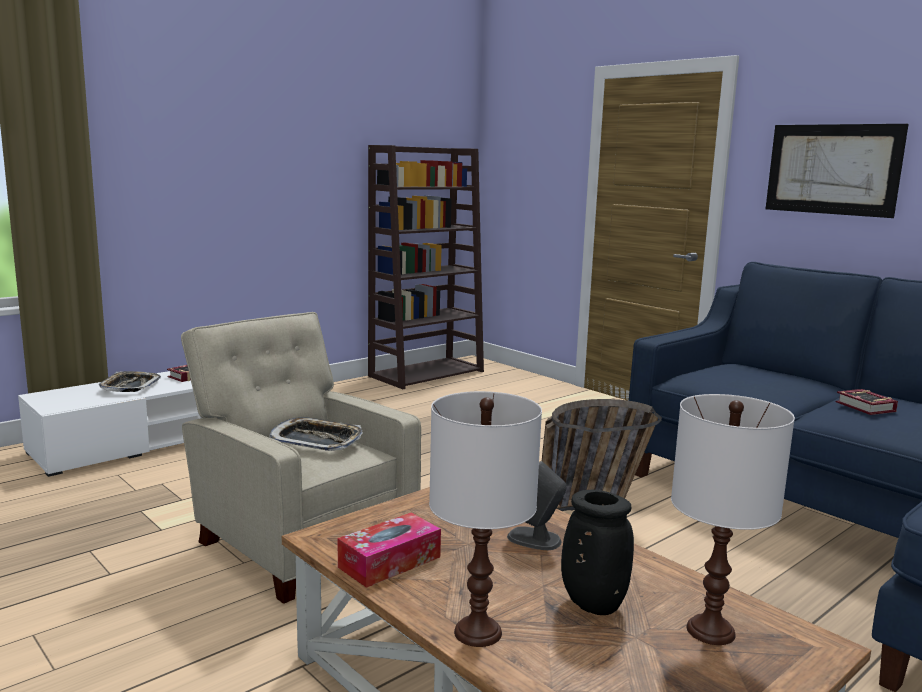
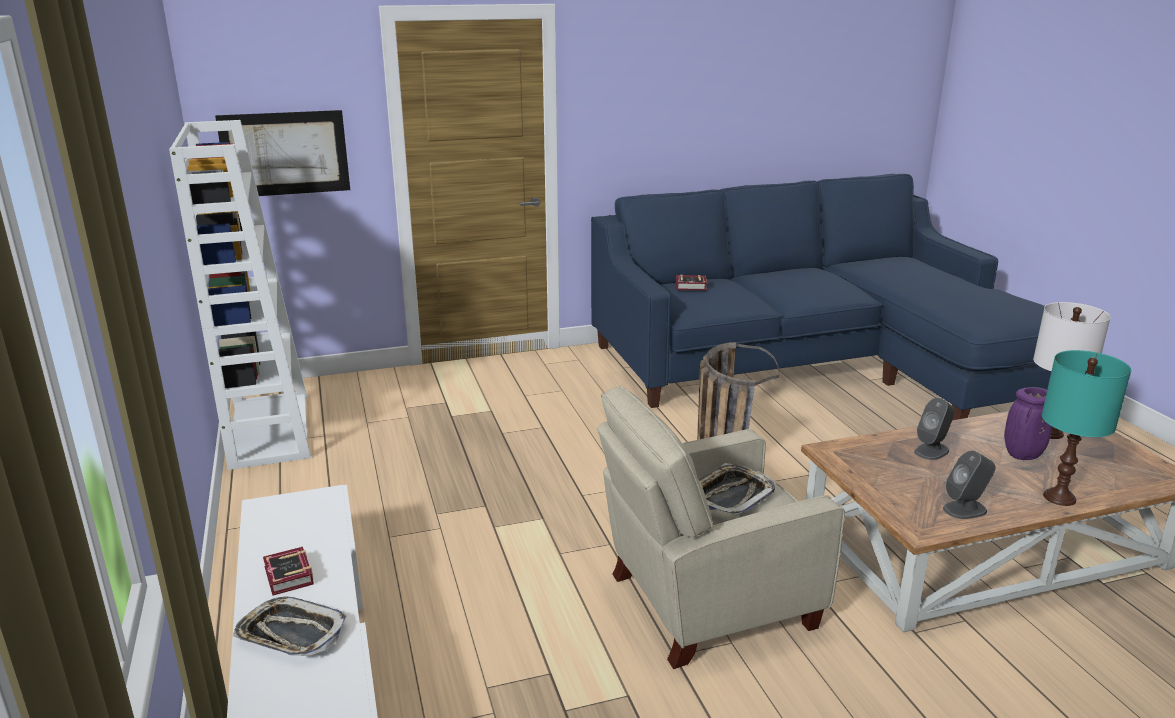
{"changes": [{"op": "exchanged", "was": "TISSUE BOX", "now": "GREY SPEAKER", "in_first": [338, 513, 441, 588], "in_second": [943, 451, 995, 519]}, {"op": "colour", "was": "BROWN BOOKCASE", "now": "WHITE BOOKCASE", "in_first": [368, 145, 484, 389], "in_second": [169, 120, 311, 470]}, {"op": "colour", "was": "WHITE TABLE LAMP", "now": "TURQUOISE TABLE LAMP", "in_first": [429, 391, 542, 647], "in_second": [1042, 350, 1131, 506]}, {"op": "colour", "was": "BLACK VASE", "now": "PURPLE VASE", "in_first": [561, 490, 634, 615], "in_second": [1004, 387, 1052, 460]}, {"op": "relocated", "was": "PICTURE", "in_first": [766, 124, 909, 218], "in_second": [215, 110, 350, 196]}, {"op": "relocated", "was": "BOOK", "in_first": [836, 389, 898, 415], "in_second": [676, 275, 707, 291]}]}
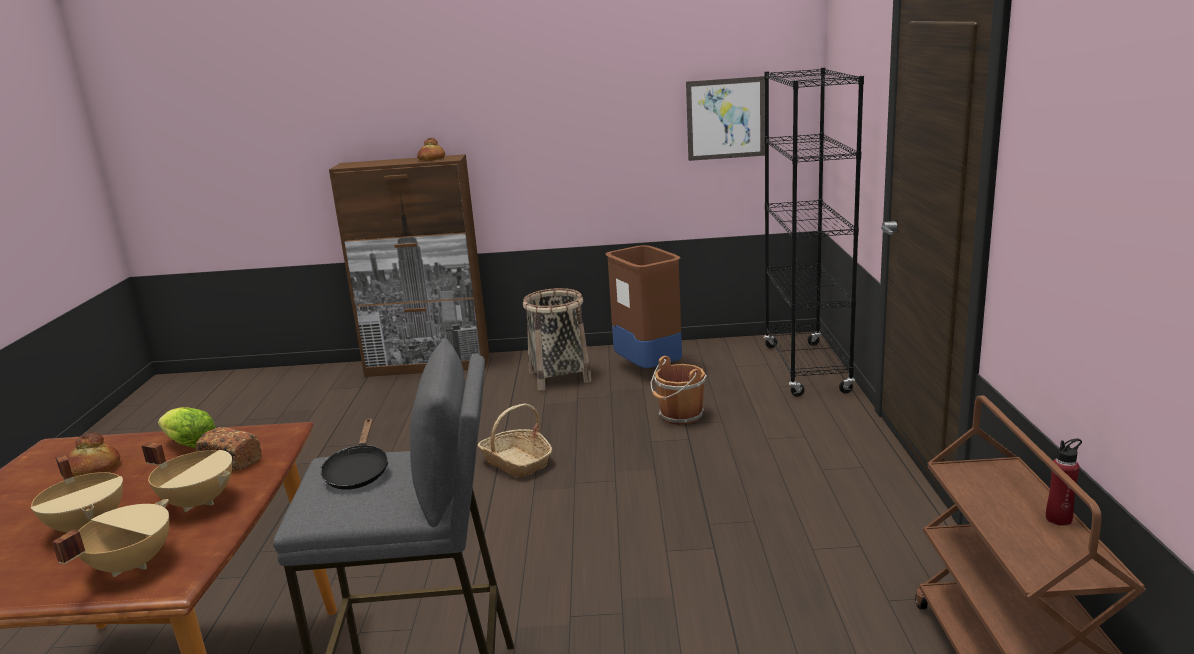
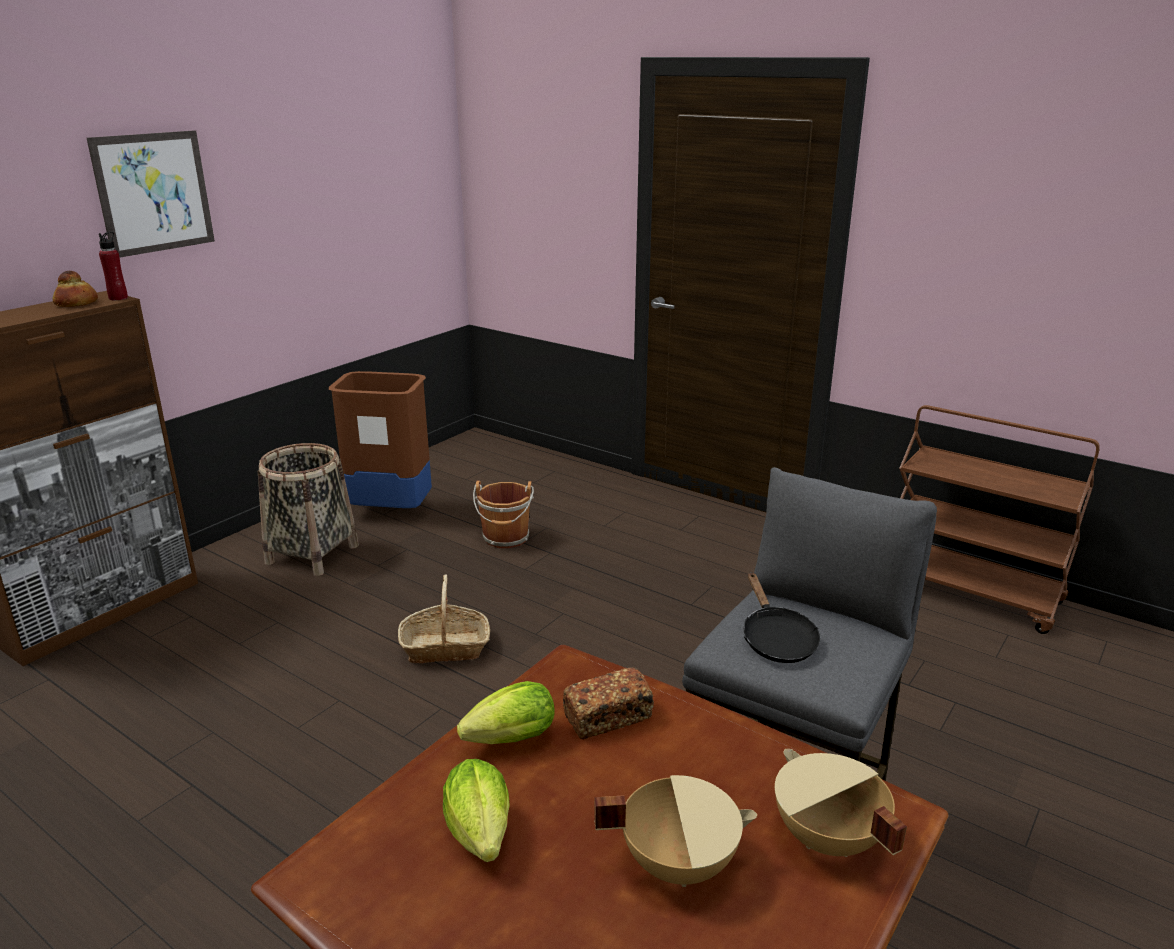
{"changes": [{"op": "exchanged", "was": "BREAD", "now": "LETTUCE", "in_first": [67, 432, 120, 477], "in_second": [443, 759, 510, 862]}, {"op": "missing", "was": "BEIGE COOKING POT", "in_first": [142, 443, 232, 512]}, {"op": "spun", "was": "BLACK FRYING PAN", "in_first": [320, 418, 388, 490], "in_second": [743, 572, 820, 663], "clockwise": 45}, {"op": "relocated", "was": "PICTURE", "in_first": [686, 76, 765, 161], "in_second": [87, 130, 215, 258]}, {"op": "missing", "was": "BLACK BOOKCASE", "in_first": [764, 67, 864, 397]}, {"op": "relocated", "was": "RED BOTTLE", "in_first": [1046, 439, 1082, 526], "in_second": [99, 231, 128, 300]}]}
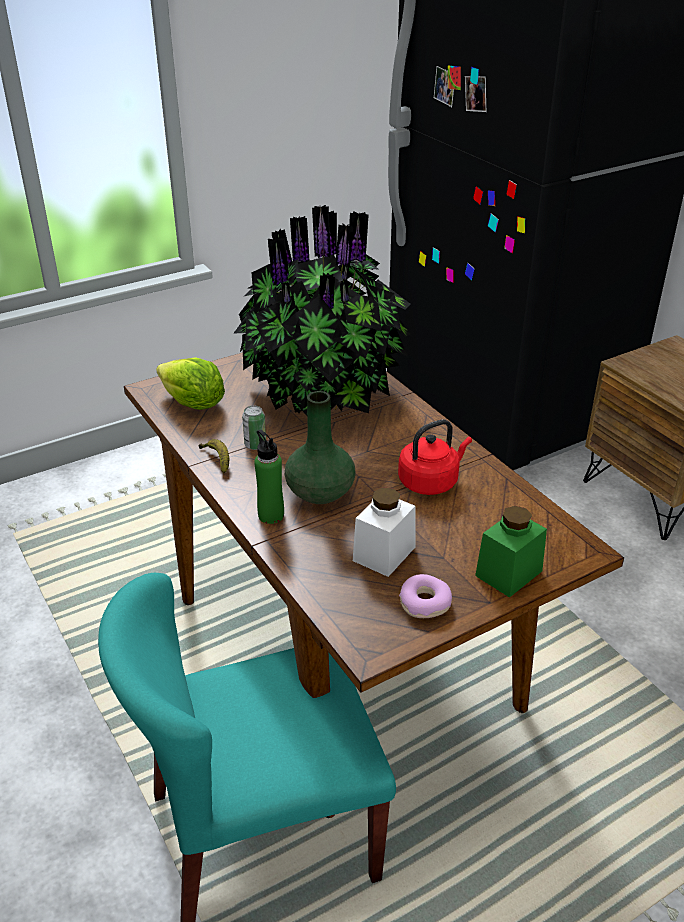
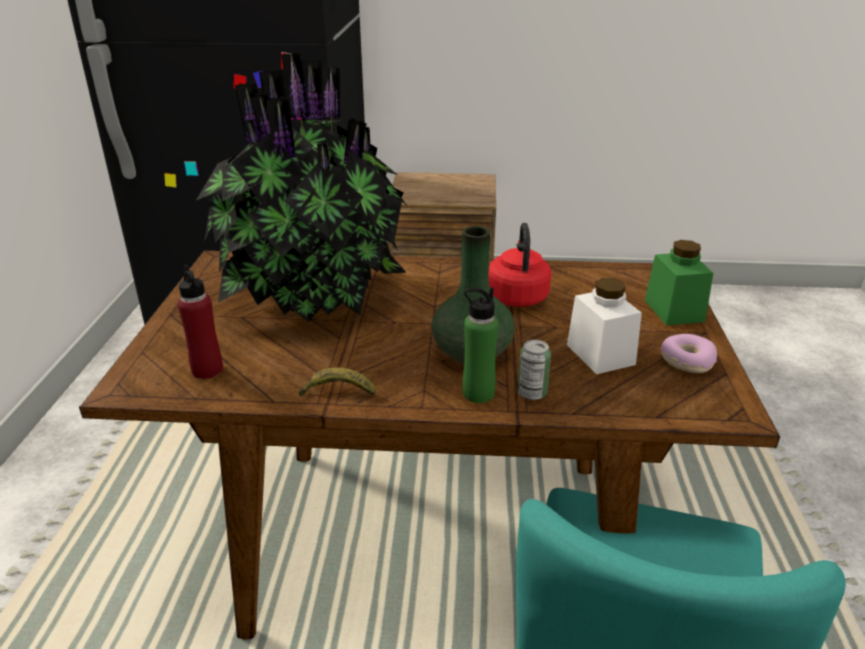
{"changes": [{"op": "exchanged", "was": "LETTUCE", "now": "RED BOTTLE", "in_first": [156, 357, 225, 410], "in_second": [178, 265, 223, 379]}, {"op": "relocated", "was": "CAN", "in_first": [242, 406, 266, 450], "in_second": [517, 340, 551, 400]}]}
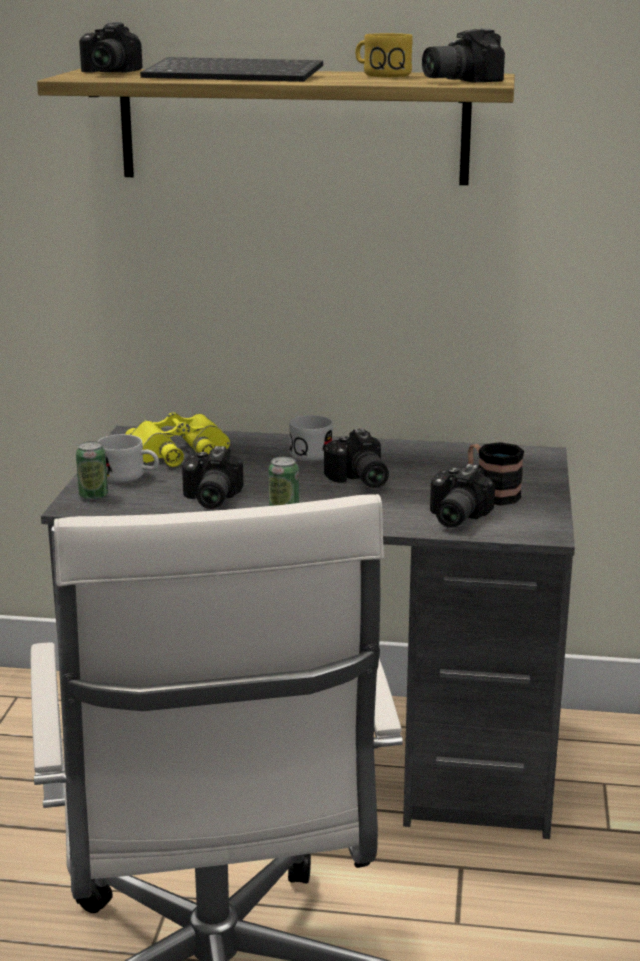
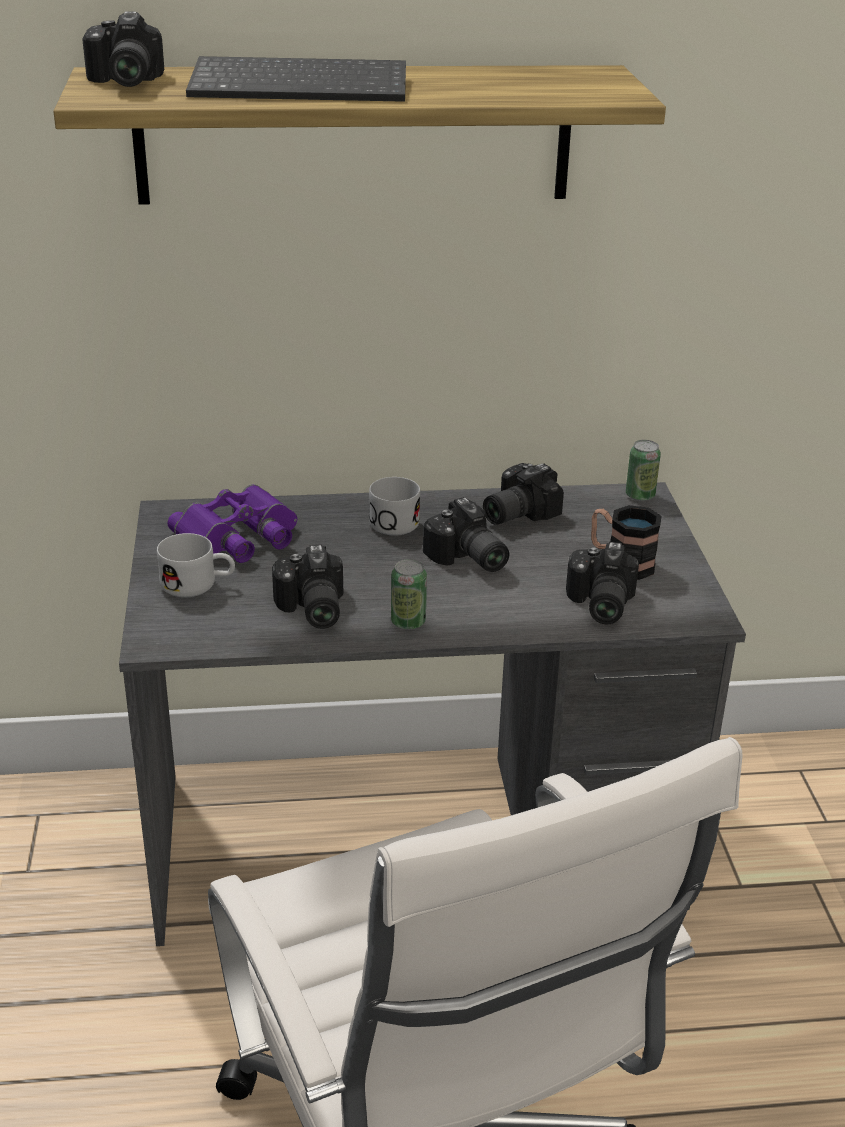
{"changes": [{"op": "relocated", "was": "CAN", "in_first": [76, 441, 108, 501], "in_second": [626, 440, 661, 501]}, {"op": "colour", "was": "YELLOW BINOCULARS", "now": "PURPLE BINOCULARS", "in_first": [126, 412, 230, 467], "in_second": [168, 484, 297, 563]}, {"op": "missing", "was": "YELLOW MUG", "in_first": [355, 33, 413, 77]}, {"op": "relocated", "was": "PHOTO CAMERA", "in_first": [422, 28, 505, 82], "in_second": [483, 463, 564, 524]}]}
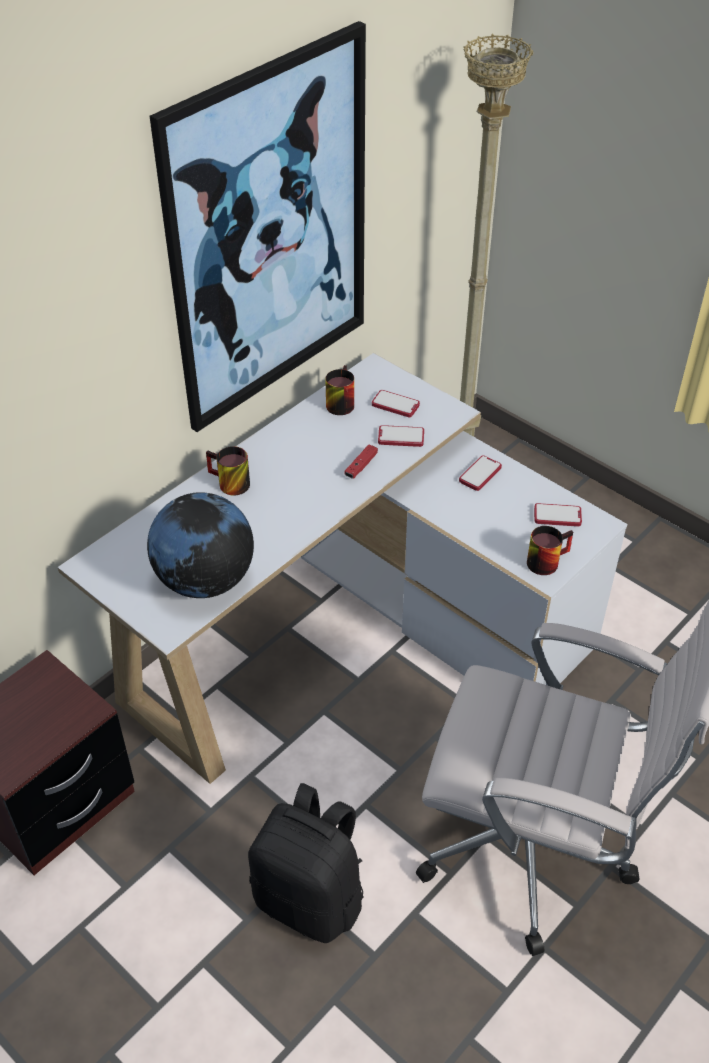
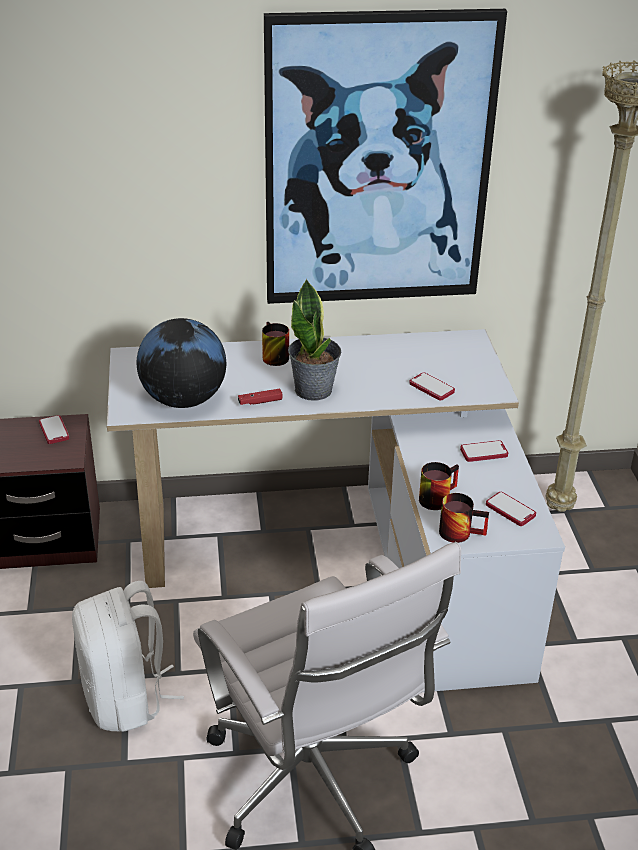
{"changes": [{"op": "colour", "was": "BLACK BACKPACK", "now": "WHITE BACKPACK", "in_first": [248, 783, 363, 943], "in_second": [72, 581, 184, 732]}, {"op": "relocated", "was": "MUG", "in_first": [325, 365, 354, 415], "in_second": [419, 462, 459, 510]}, {"op": "relocated", "was": "RED GAME CONTROLLER", "in_first": [344, 444, 378, 479], "in_second": [238, 388, 283, 405]}, {"op": "relocated", "was": "PHONE", "in_first": [372, 390, 420, 417], "in_second": [39, 415, 69, 444]}, {"op": "appeared", "now": "POTTED PLANT", "in_second": [288, 279, 341, 400]}]}
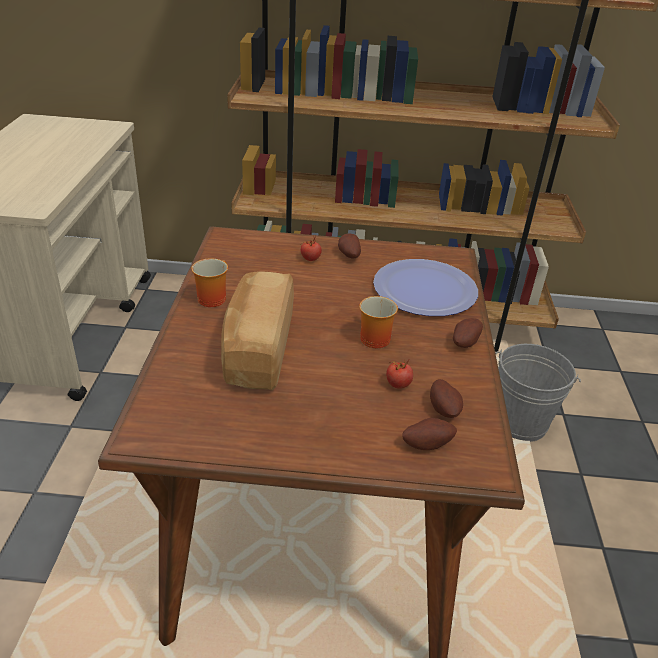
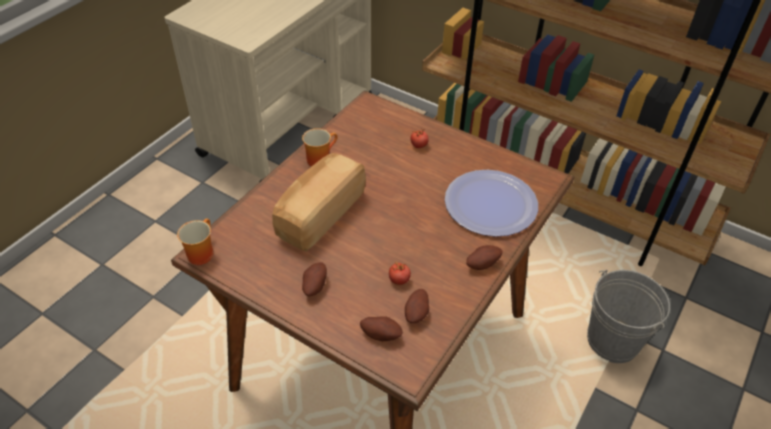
{"changes": [{"op": "relocated", "was": "POTATO", "in_first": [338, 234, 361, 258], "in_second": [302, 263, 327, 296]}, {"op": "relocated", "was": "MUG", "in_first": [359, 296, 398, 348], "in_second": [177, 218, 213, 265]}]}
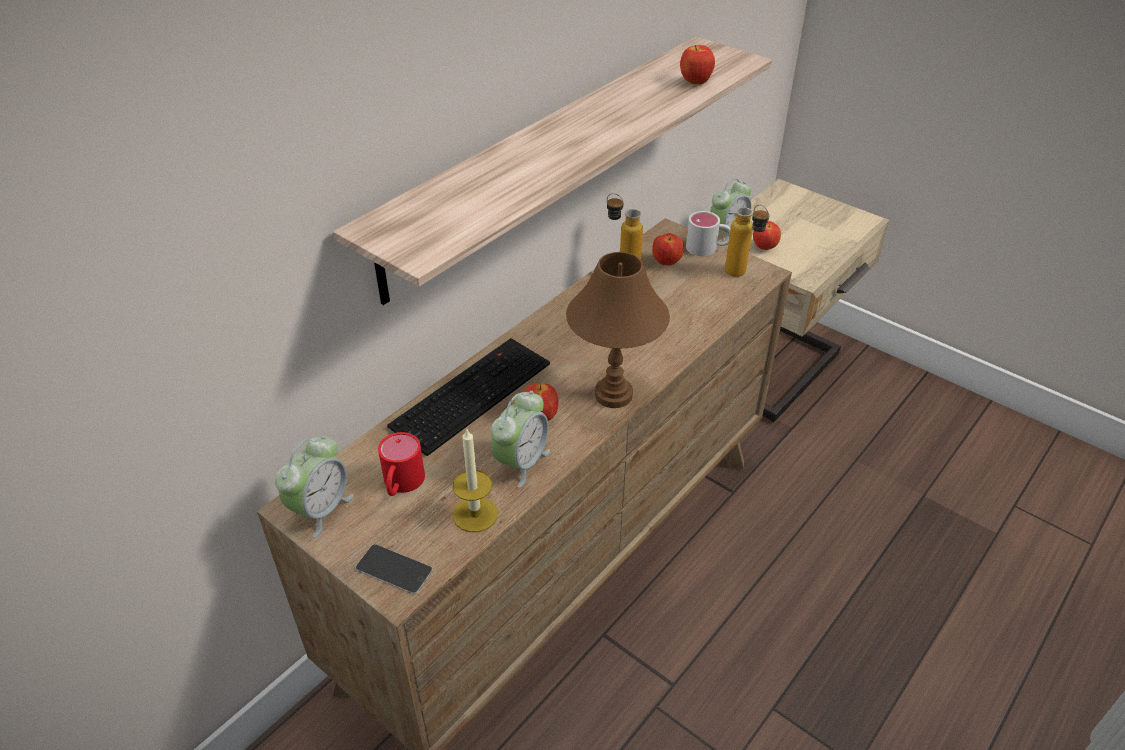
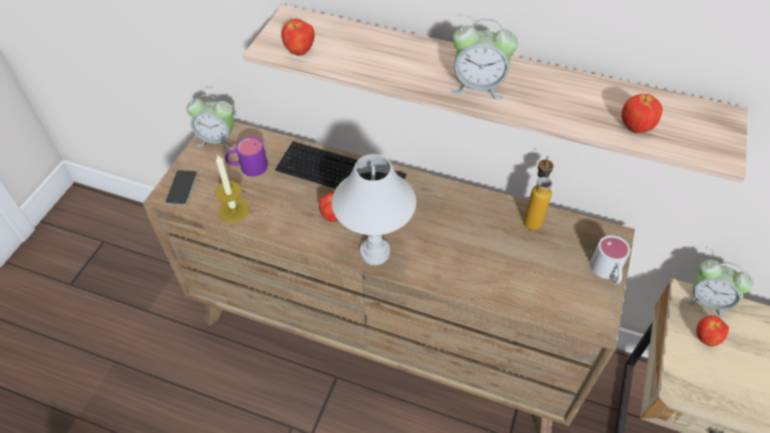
{"changes": [{"op": "colour", "was": "RED MUG", "now": "PURPLE MUG", "in_first": [378, 432, 425, 496], "in_second": [225, 137, 268, 177]}, {"op": "relocated", "was": "ALARM CLOCK", "in_first": [491, 391, 550, 488], "in_second": [451, 19, 518, 99]}, {"op": "colour", "was": "BROWN TABLE LAMP", "now": "WHITE TABLE LAMP", "in_first": [566, 252, 670, 408], "in_second": [332, 154, 416, 265]}, {"op": "relocated", "was": "APPLE", "in_first": [652, 233, 684, 266], "in_second": [281, 19, 315, 56]}, {"op": "missing", "was": "BOTTLE", "in_first": [725, 205, 769, 277]}]}
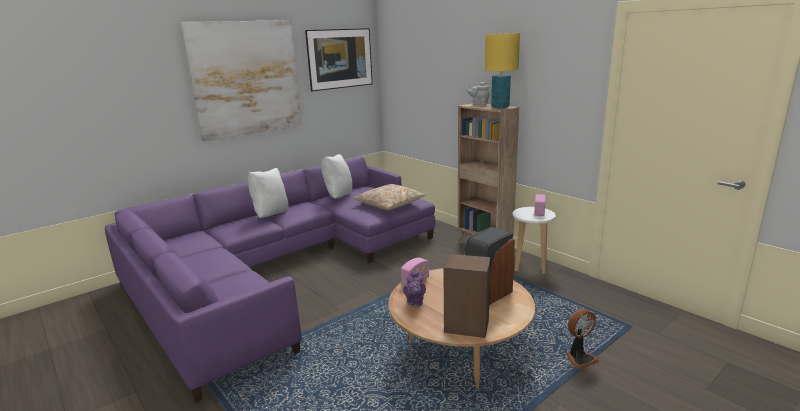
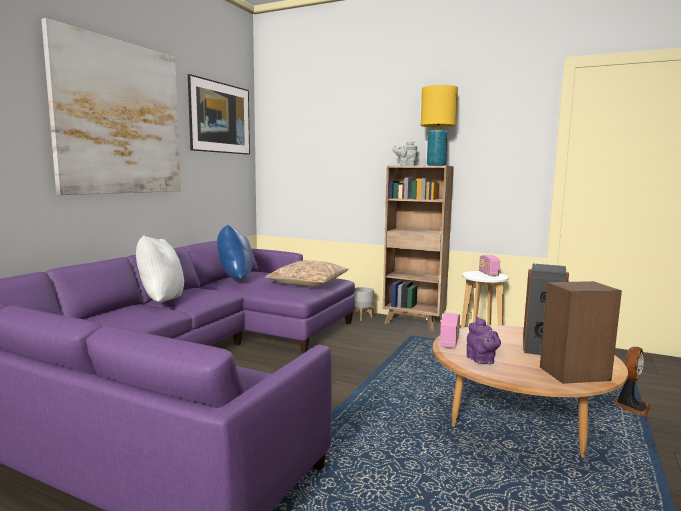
{"changes": [{"op": "colour", "was": "WHITE PILLOW", "now": "BLUE PILLOW", "in_first": [321, 154, 353, 199], "in_second": [217, 224, 252, 280]}, {"op": "appeared", "now": "GREY PLANTER", "in_second": [352, 287, 374, 321]}]}
